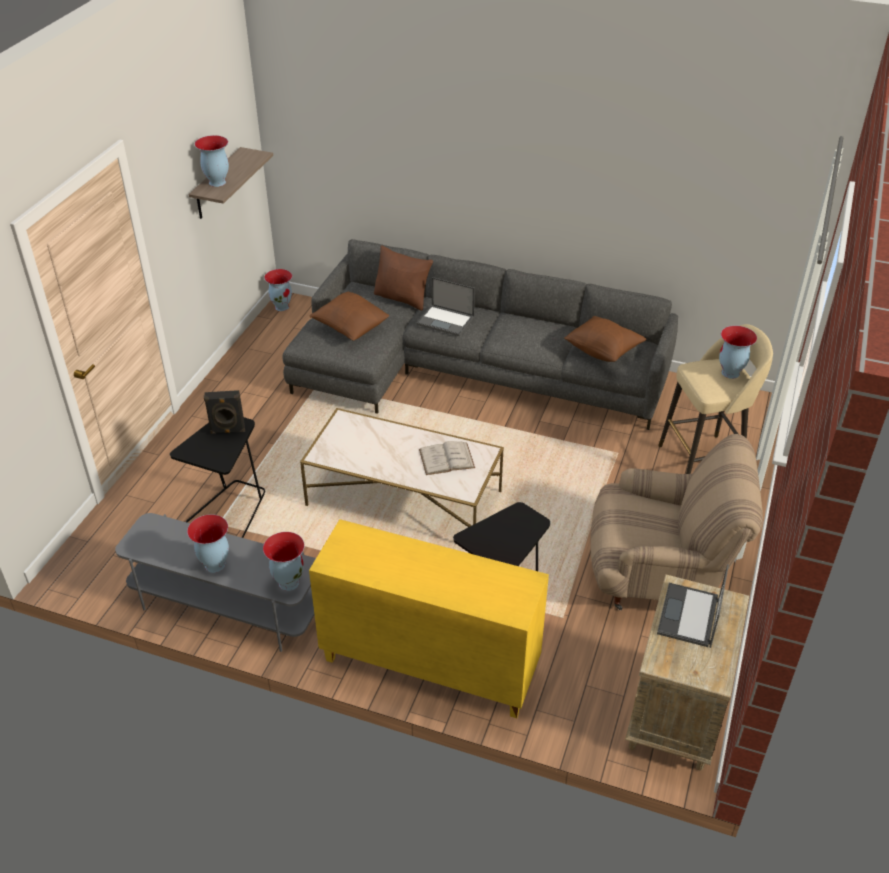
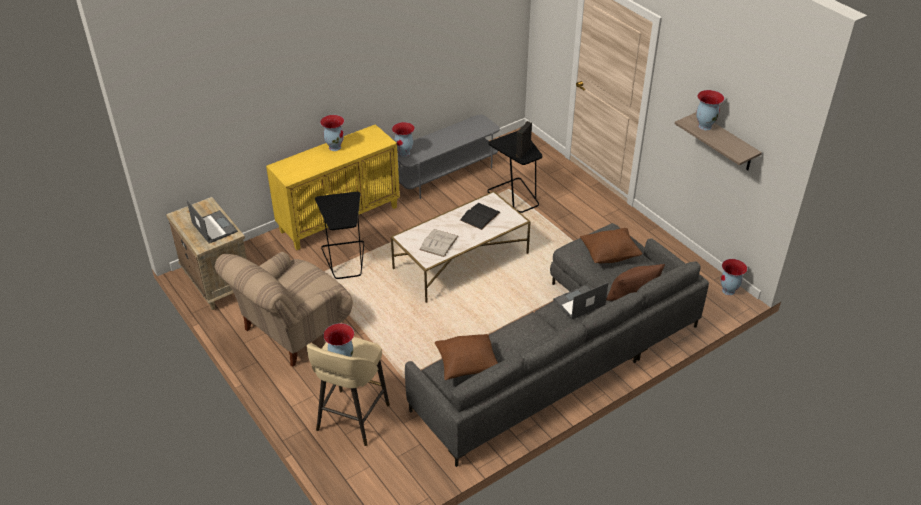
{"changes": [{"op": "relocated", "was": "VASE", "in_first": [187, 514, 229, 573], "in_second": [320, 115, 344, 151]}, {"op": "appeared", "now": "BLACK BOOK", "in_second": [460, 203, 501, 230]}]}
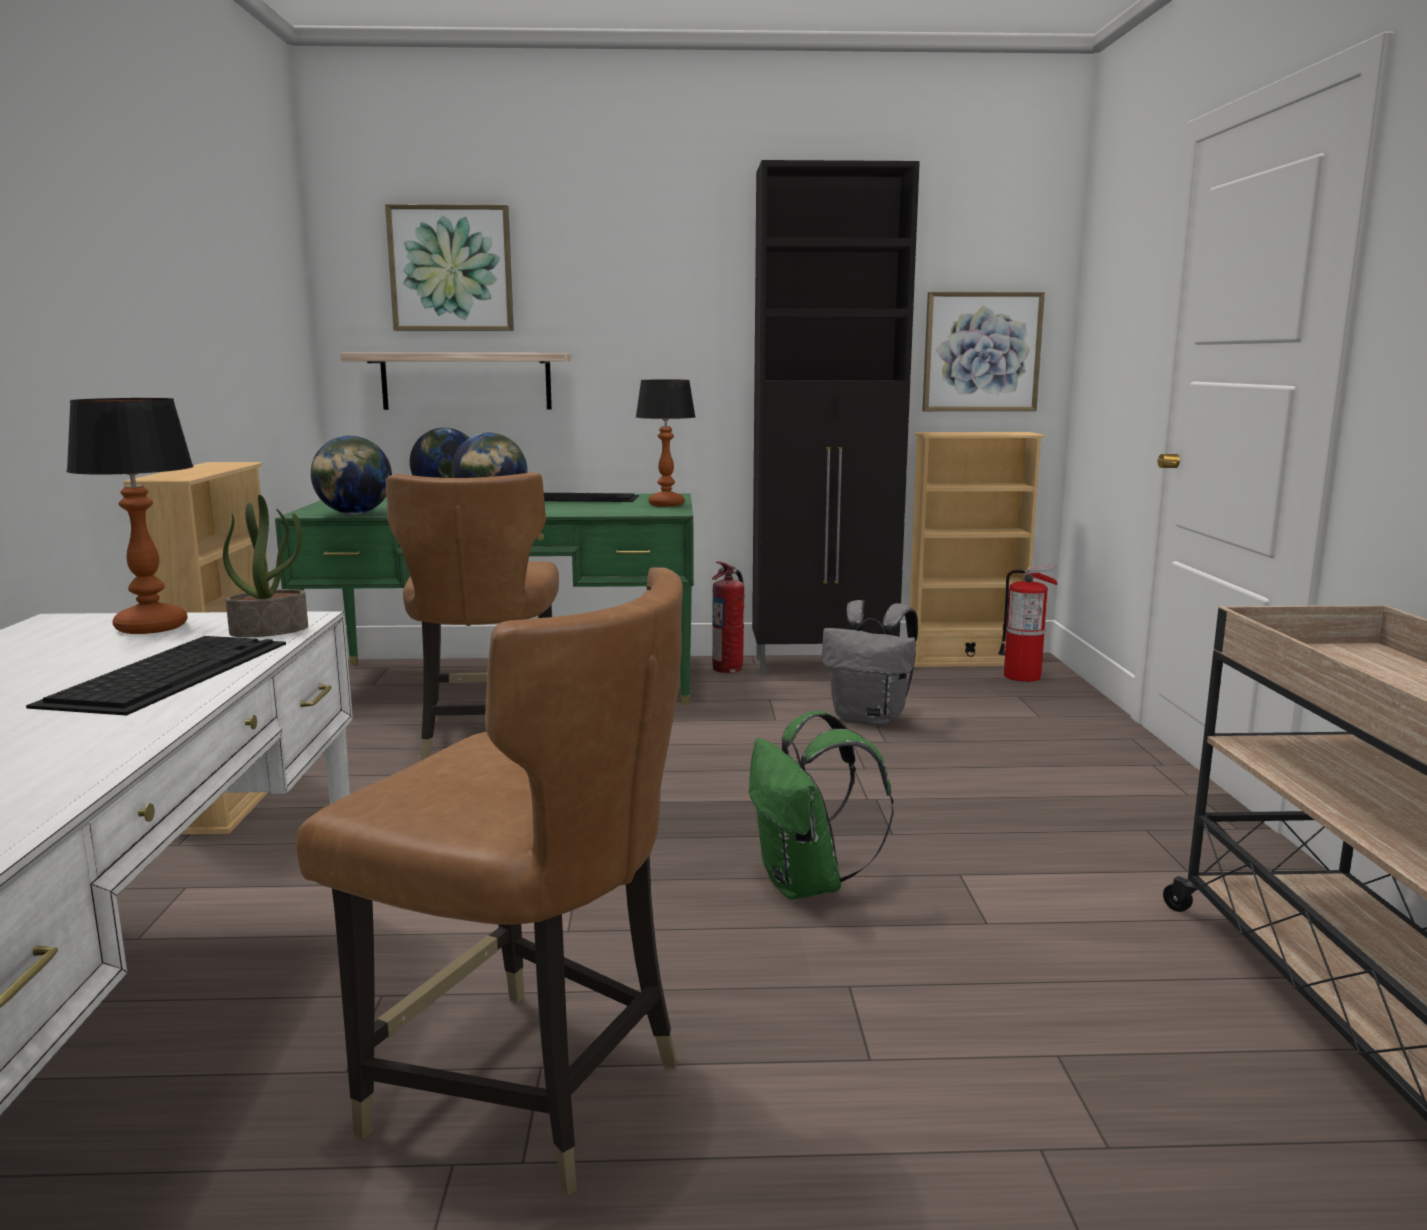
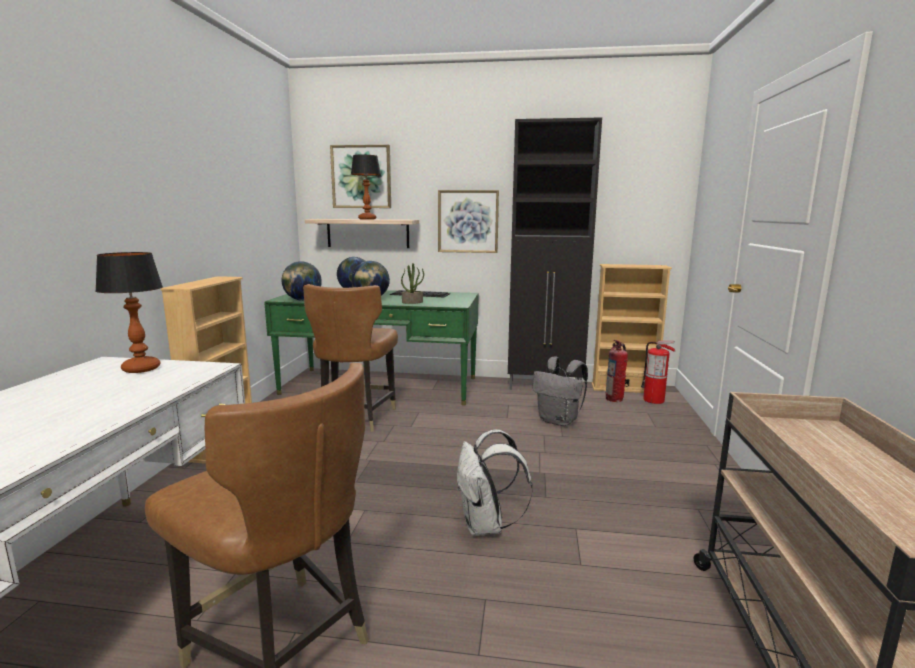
{"changes": [{"op": "missing", "was": "KEYBOARD", "in_first": [26, 636, 286, 716]}, {"op": "relocated", "was": "POTTED PLANT", "in_first": [223, 495, 308, 637], "in_second": [401, 263, 424, 304]}, {"op": "relocated", "was": "TABLE LAMP", "in_first": [636, 379, 696, 507], "in_second": [351, 155, 381, 219]}, {"op": "relocated", "was": "FIRE EXTINGUISHER", "in_first": [712, 561, 745, 673], "in_second": [606, 340, 628, 402]}, {"op": "colour", "was": "GREEN BACKPACK", "now": "WHITE BACKPACK", "in_first": [749, 711, 894, 900], "in_second": [457, 429, 533, 536]}, {"op": "relocated", "was": "PICTURE", "in_first": [922, 292, 1045, 411], "in_second": [438, 190, 499, 253]}]}
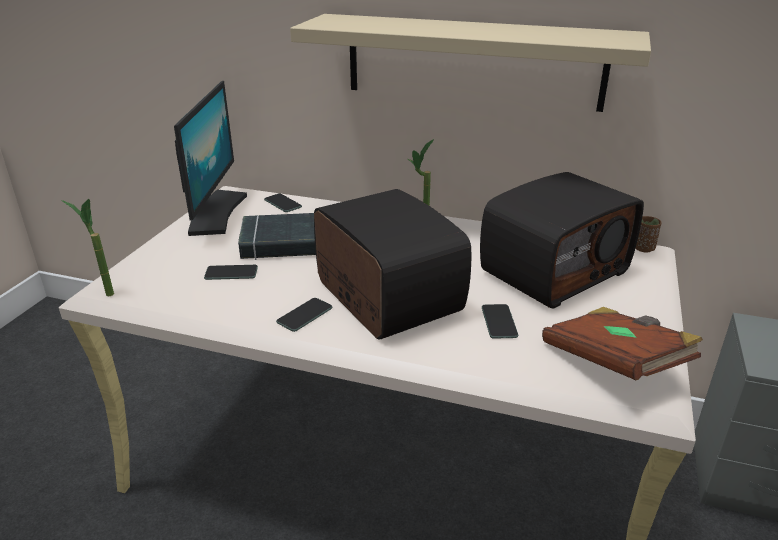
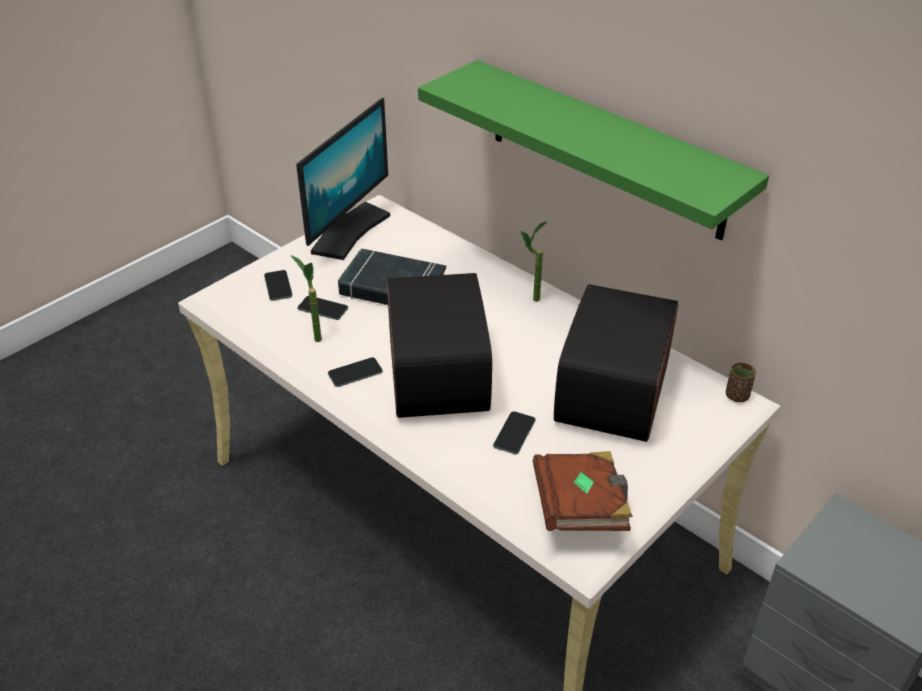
{"changes": [{"op": "relocated", "was": "POTTED PLANT", "in_first": [62, 199, 114, 296], "in_second": [290, 255, 322, 342]}, {"op": "relocated", "was": "PHONE", "in_first": [264, 193, 302, 212], "in_second": [264, 270, 293, 301]}, {"op": "colour", "was": "BEIGE SHELF", "now": "GREEN SHELF", "in_first": [290, 14, 651, 112], "in_second": [418, 60, 769, 241]}, {"op": "spun", "was": "RADIO", "in_first": [480, 172, 644, 308], "in_second": [554, 284, 678, 442], "clockwise": 120}]}
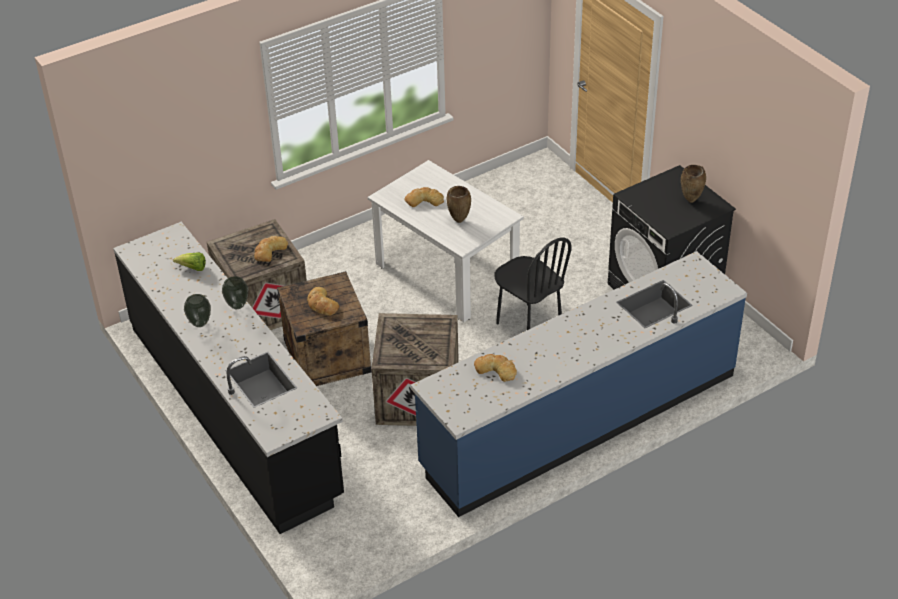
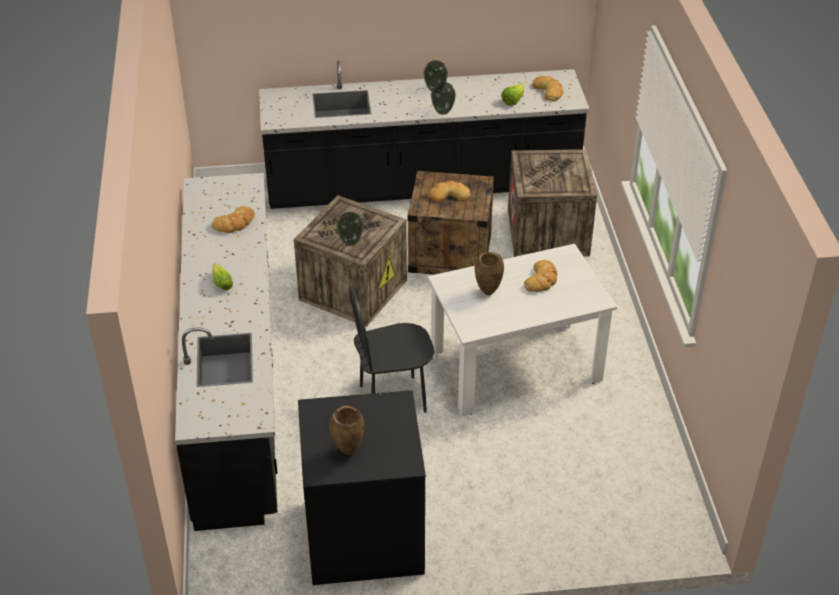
{"changes": [{"op": "relocated", "was": "BREAD", "in_first": [254, 236, 288, 262], "in_second": [533, 76, 564, 101]}, {"op": "colour", "was": "BLUE COUNTER", "now": "BLACK COUNTER", "in_first": [411, 251, 747, 517], "in_second": [175, 173, 278, 531]}, {"op": "appeared", "now": "LETTUCE", "in_second": [212, 264, 233, 290]}, {"op": "appeared", "now": "VASE", "in_second": [336, 212, 364, 246]}]}
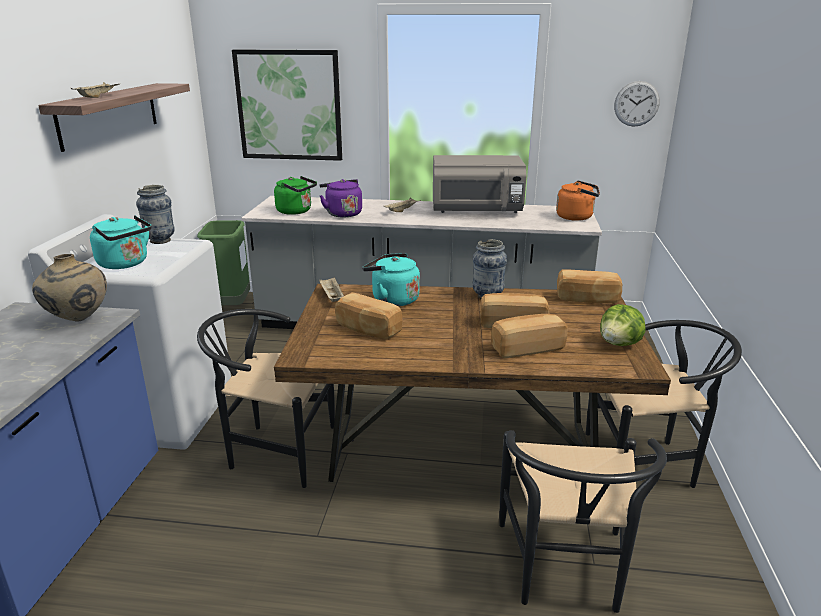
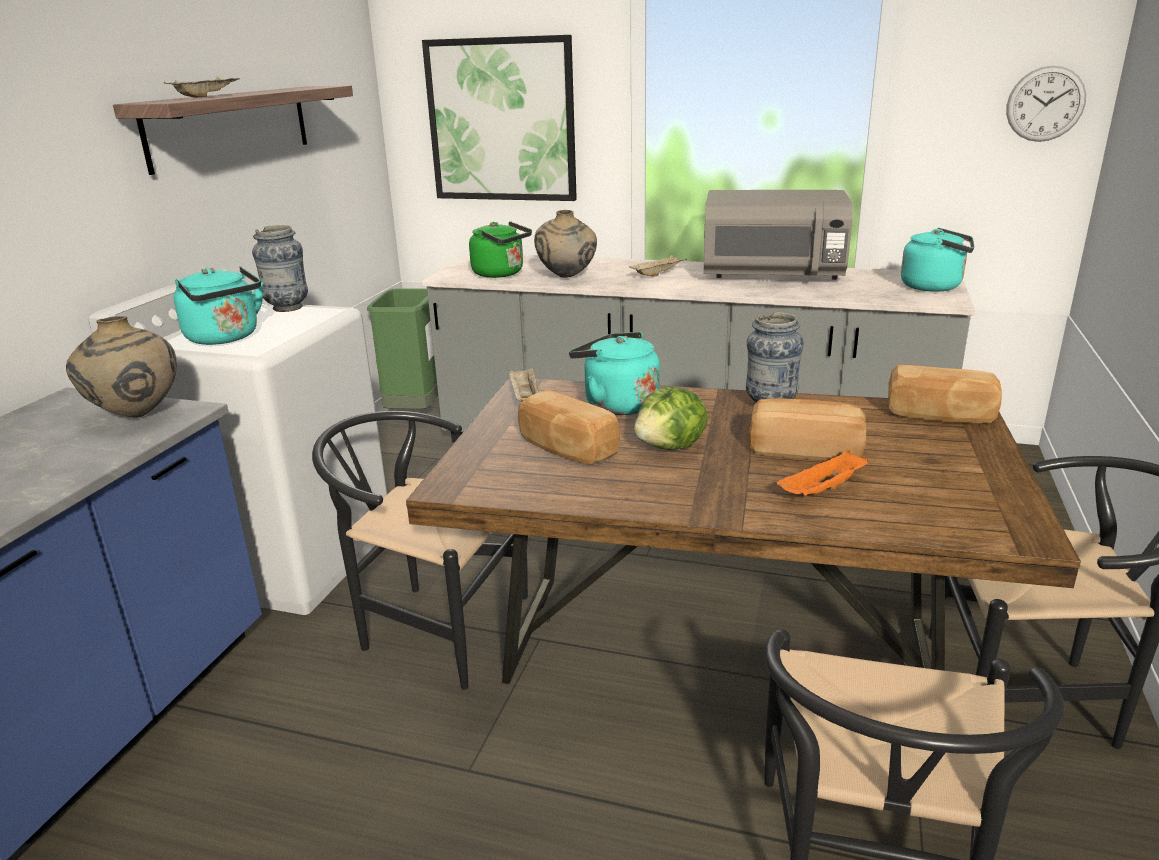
{"changes": [{"op": "exchanged", "was": "PURPLE KETTLE", "now": "BEIGE VASE", "in_first": [320, 179, 362, 217], "in_second": [534, 210, 597, 278]}, {"op": "exchanged", "was": "BREAD", "now": "ORANGE TRAY", "in_first": [491, 314, 568, 358], "in_second": [776, 450, 868, 496]}, {"op": "colour", "was": "ORANGE KETTLE", "now": "TURQUOISE KETTLE", "in_first": [556, 180, 600, 221], "in_second": [901, 228, 974, 292]}, {"op": "relocated", "was": "LETTUCE", "in_first": [600, 304, 646, 346], "in_second": [634, 386, 708, 450]}]}
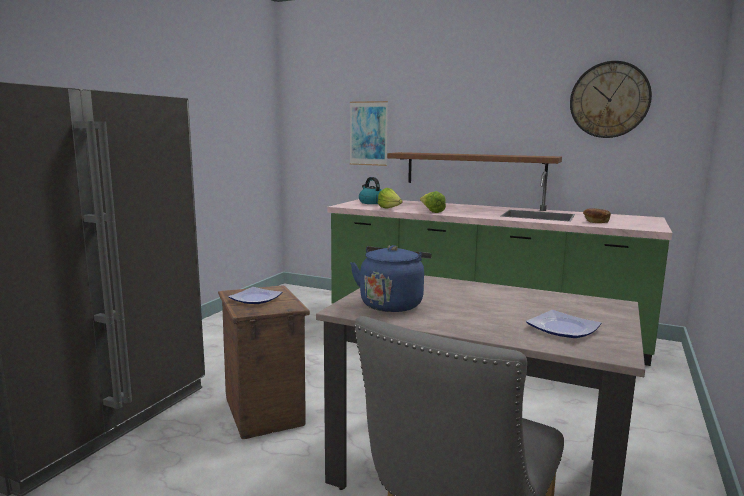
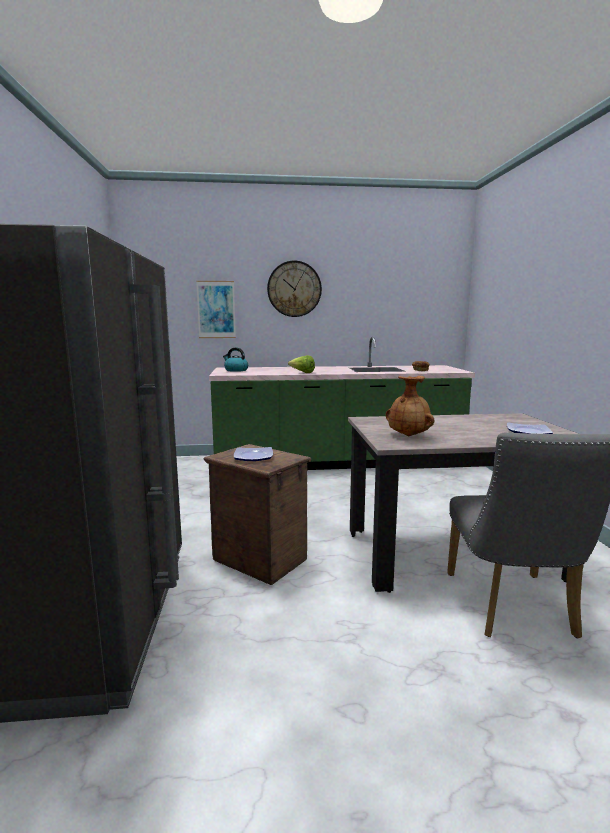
{"changes": [{"op": "exchanged", "was": "BLUE KETTLE", "now": "BROWN VASE", "in_first": [350, 245, 432, 312], "in_second": [386, 376, 434, 436]}, {"op": "missing", "was": "LETTUCE", "in_first": [378, 188, 403, 209]}, {"op": "missing", "was": "SHELF", "in_first": [387, 152, 562, 183]}, {"op": "relocated", "was": "WALL CLOCK", "in_first": [570, 61, 652, 138], "in_second": [267, 260, 322, 317]}]}
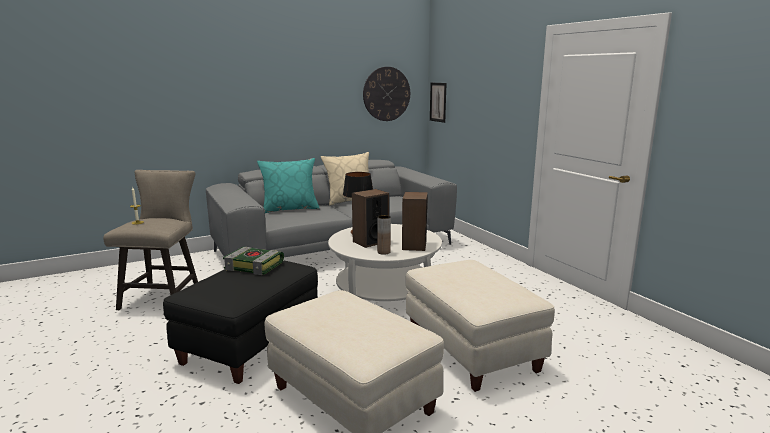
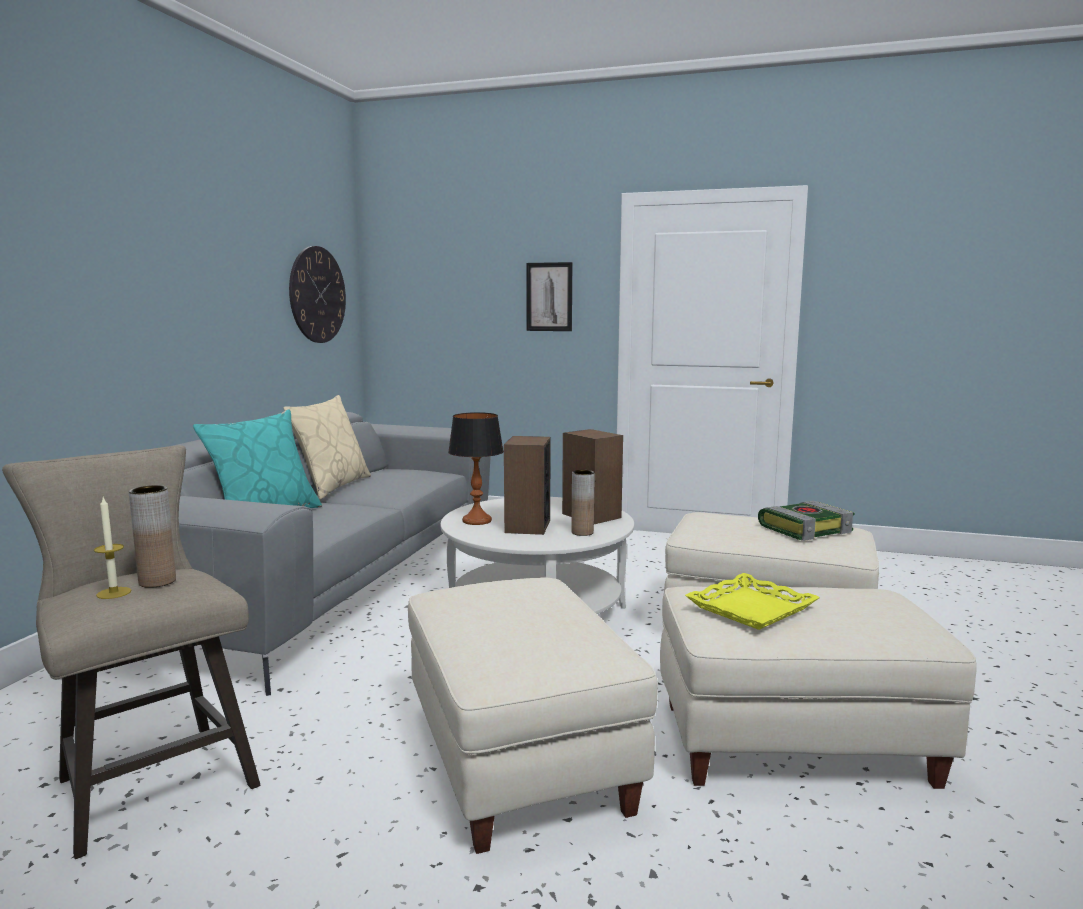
{"changes": [{"op": "colour", "was": "BLACK OTTOMAN", "now": "BEIGE OTTOMAN", "in_first": [163, 260, 318, 384], "in_second": [408, 578, 658, 854]}, {"op": "relocated", "was": "BOOK", "in_first": [223, 247, 284, 275], "in_second": [758, 501, 854, 541]}, {"op": "relocated", "was": "PICTURE", "in_first": [430, 83, 447, 123], "in_second": [526, 262, 572, 331]}, {"op": "appeared", "now": "BROWN VASE", "in_second": [129, 485, 176, 588]}, {"op": "appeared", "now": "YELLOW TRAY", "in_second": [685, 573, 820, 630]}]}
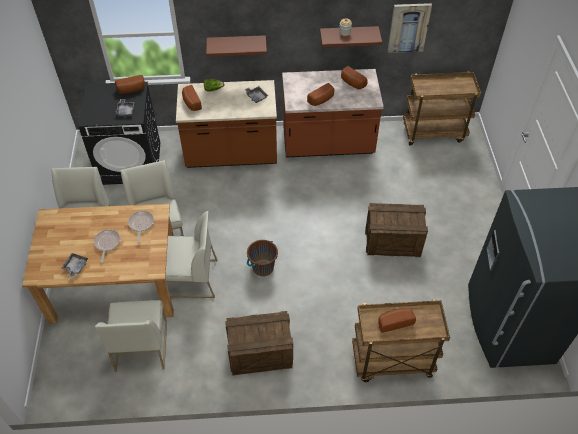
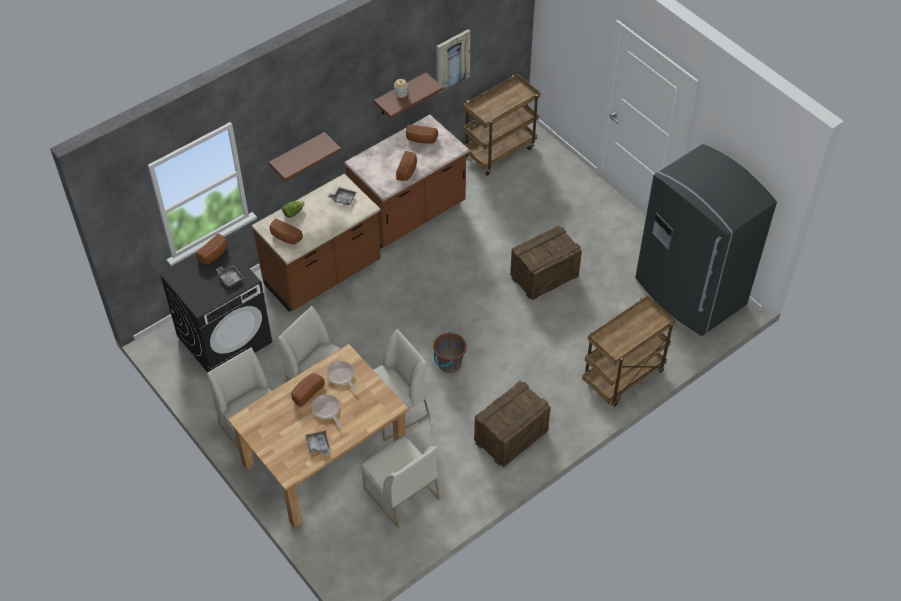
{"changes": [{"op": "relocated", "was": "BREAD", "in_first": [378, 308, 416, 333], "in_second": [291, 373, 324, 407]}]}
